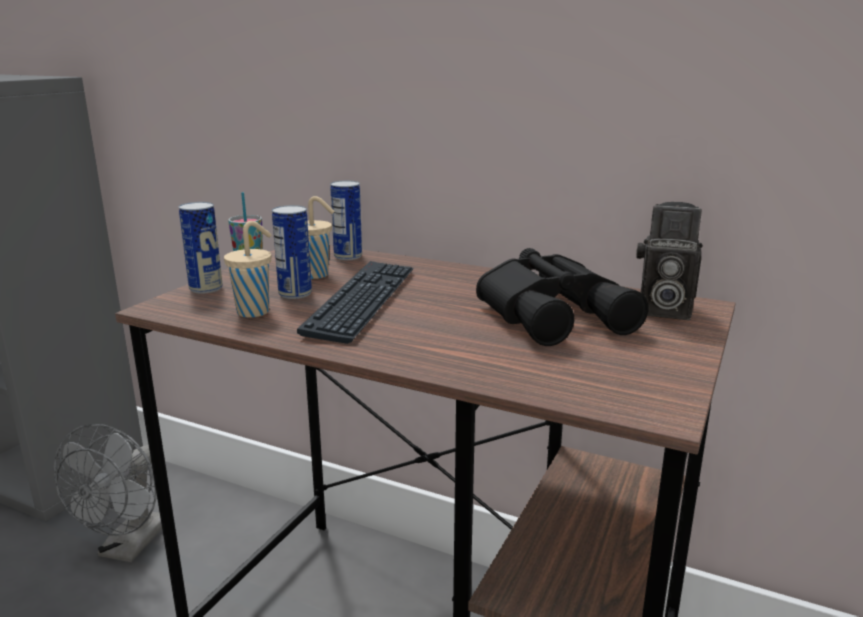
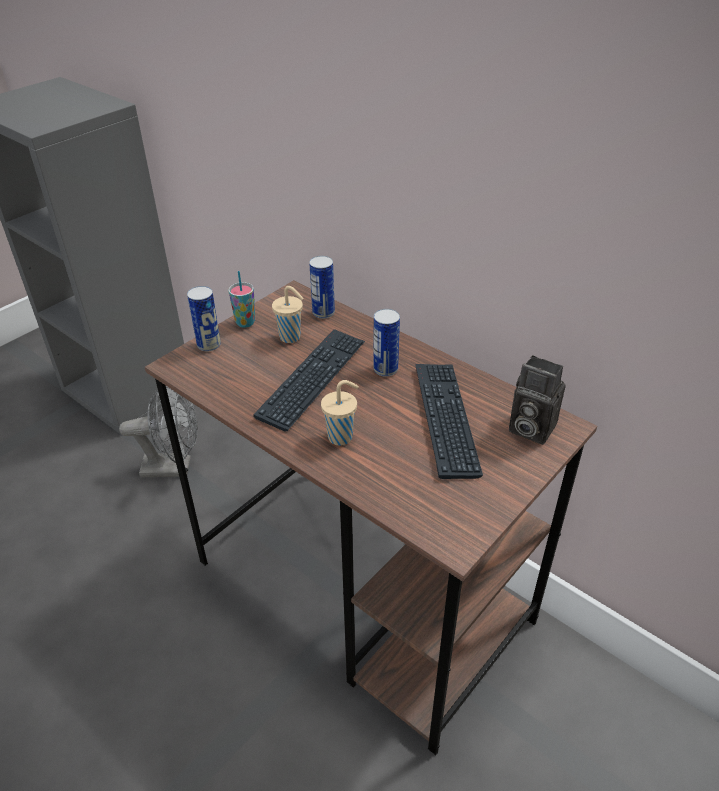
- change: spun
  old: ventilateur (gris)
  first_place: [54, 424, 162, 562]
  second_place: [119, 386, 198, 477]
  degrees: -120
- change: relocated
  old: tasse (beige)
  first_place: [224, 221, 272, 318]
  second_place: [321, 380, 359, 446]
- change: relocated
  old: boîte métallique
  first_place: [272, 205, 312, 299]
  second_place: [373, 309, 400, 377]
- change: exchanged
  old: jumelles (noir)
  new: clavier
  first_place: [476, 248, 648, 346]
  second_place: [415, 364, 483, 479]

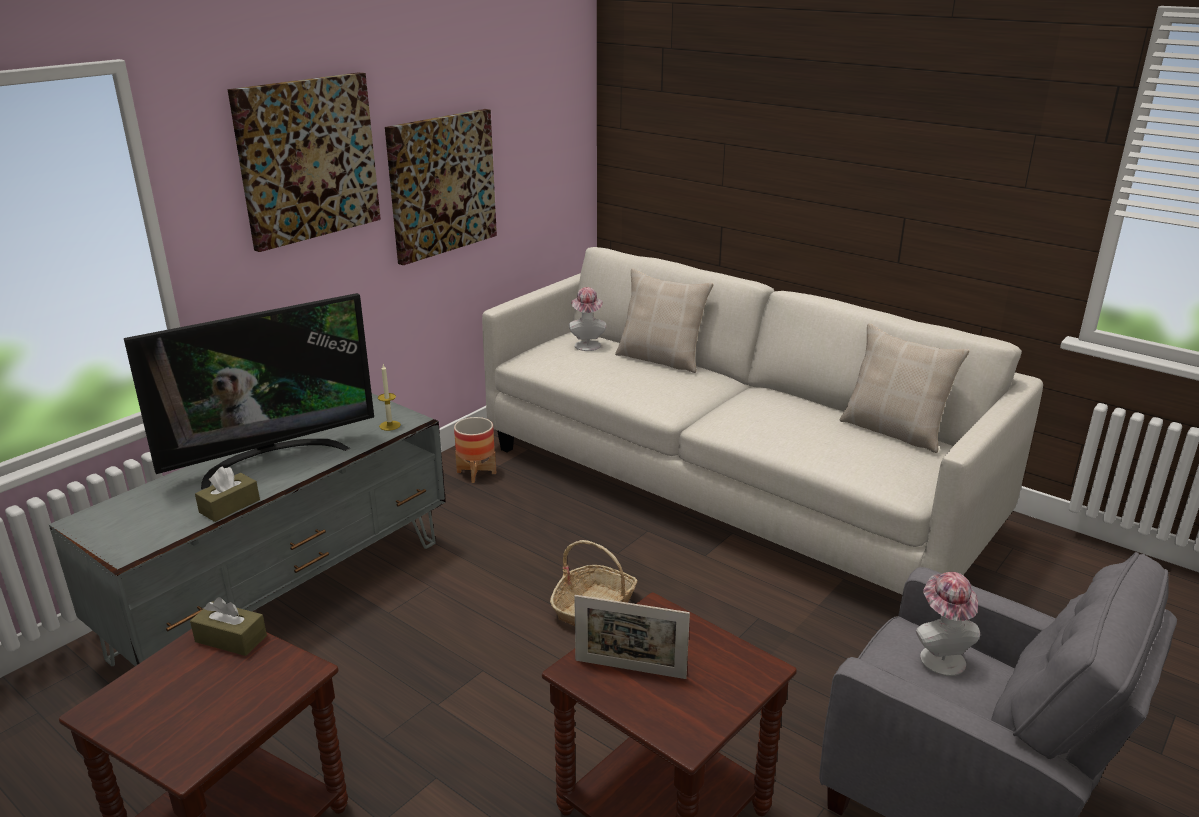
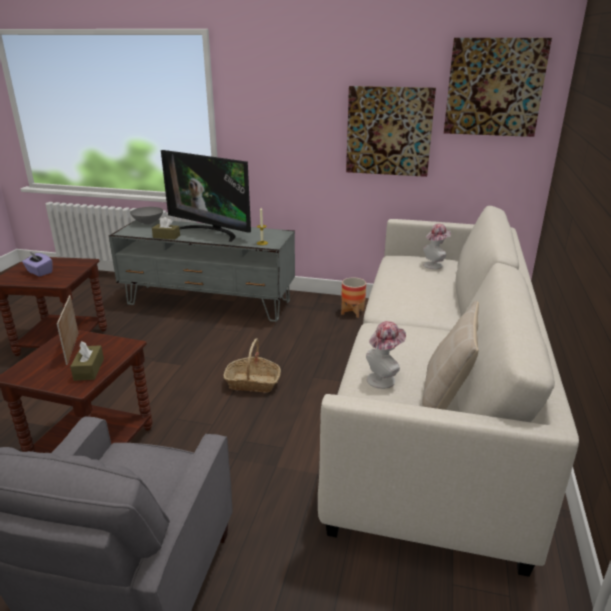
- change: relocated
  old: boîte à mouchoirs (marron)
  first_place: [190, 597, 267, 656]
  second_place: [70, 341, 104, 381]
- change: relocated
  old: tableau
  first_place: [227, 72, 381, 252]
  second_place: [444, 38, 552, 137]
- change: missing
  old: coussin (beige)
  first_place: [615, 268, 714, 373]
- change: relocated
  old: chapeau
  first_place: [916, 572, 980, 676]
  second_place: [366, 321, 406, 389]
- change: appeared
  new: boîte à mouchoirs (violet)
  second_place: [22, 251, 53, 277]
- change: appeared
  new: bol (gris)
  second_place: [130, 207, 163, 225]

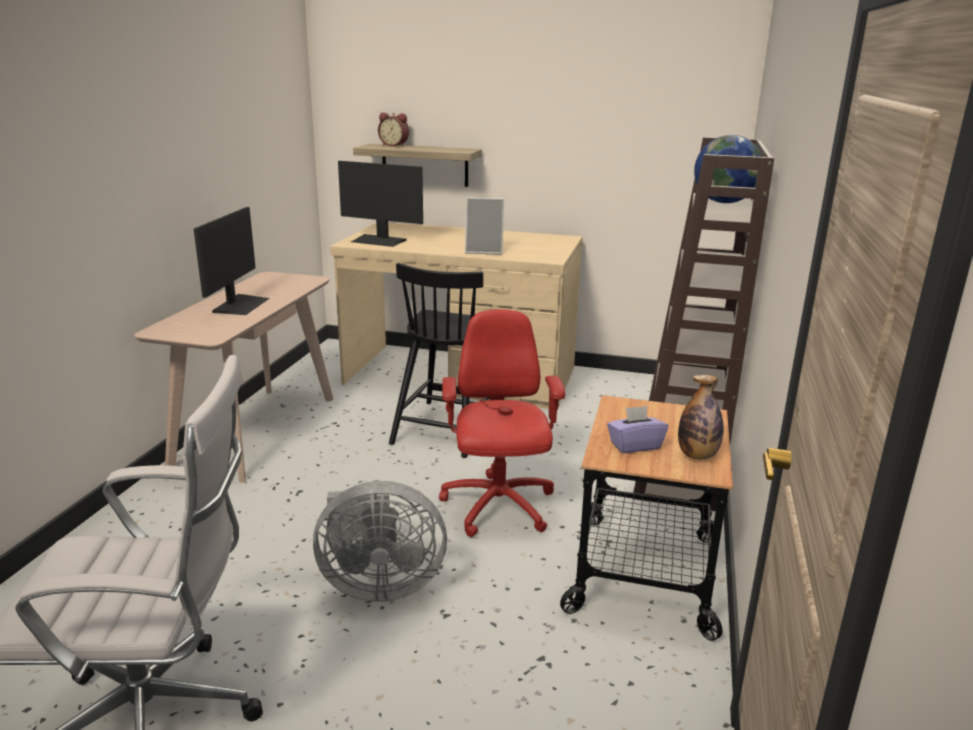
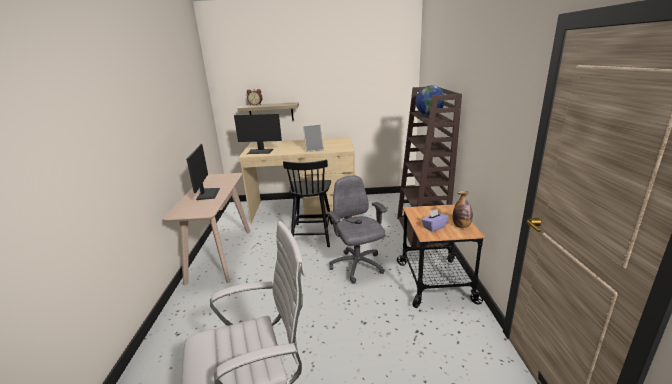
- change: missing
  old: ventilateur (gris)
  first_place: [313, 481, 447, 602]
- change: colour
  old: chaise de bureau (rouge)
  new: chaise de bureau (gris)
  first_place: [439, 309, 565, 537]
  second_place: [328, 176, 387, 284]

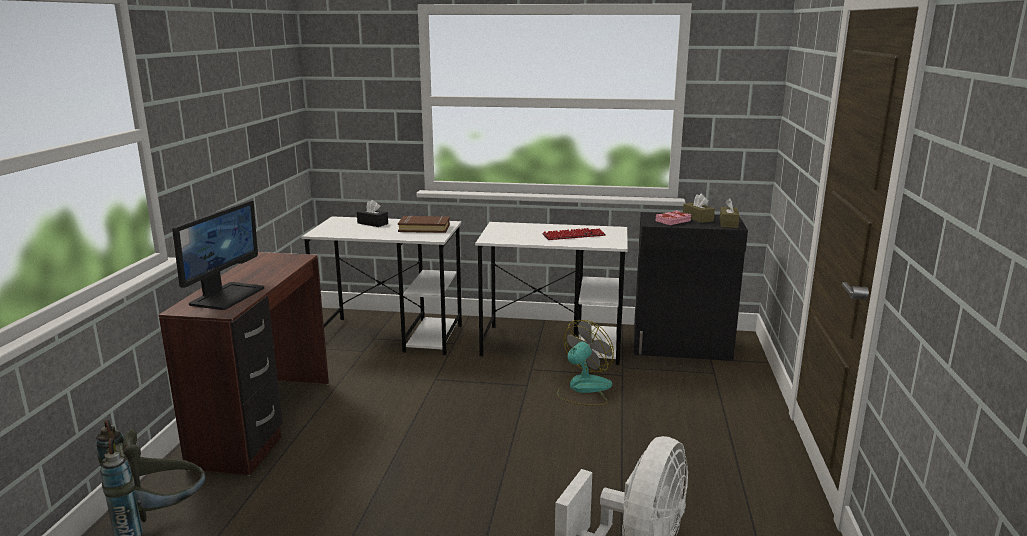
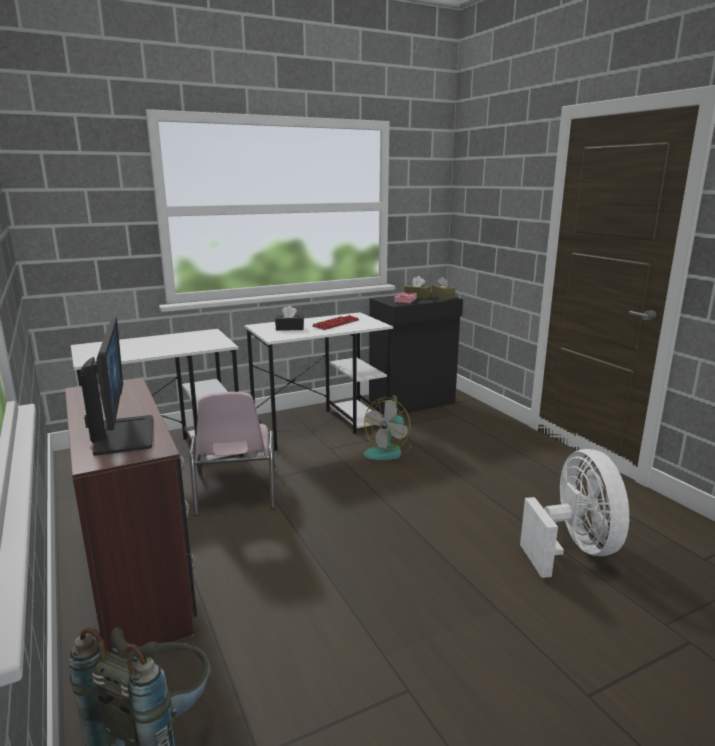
- change: relocated
  old: boîte à mouchoirs (noir)
  first_place: [357, 200, 388, 227]
  second_place: [275, 305, 304, 331]
- change: missing
  old: livre (marron)
  first_place: [398, 215, 450, 233]
- change: spun
  old: ventilateur
  first_place: [557, 320, 614, 406]
  second_place: [364, 398, 411, 460]
  degrees: -150
- change: appeared
  new: chaise (rose)
  second_place: [190, 392, 275, 516]

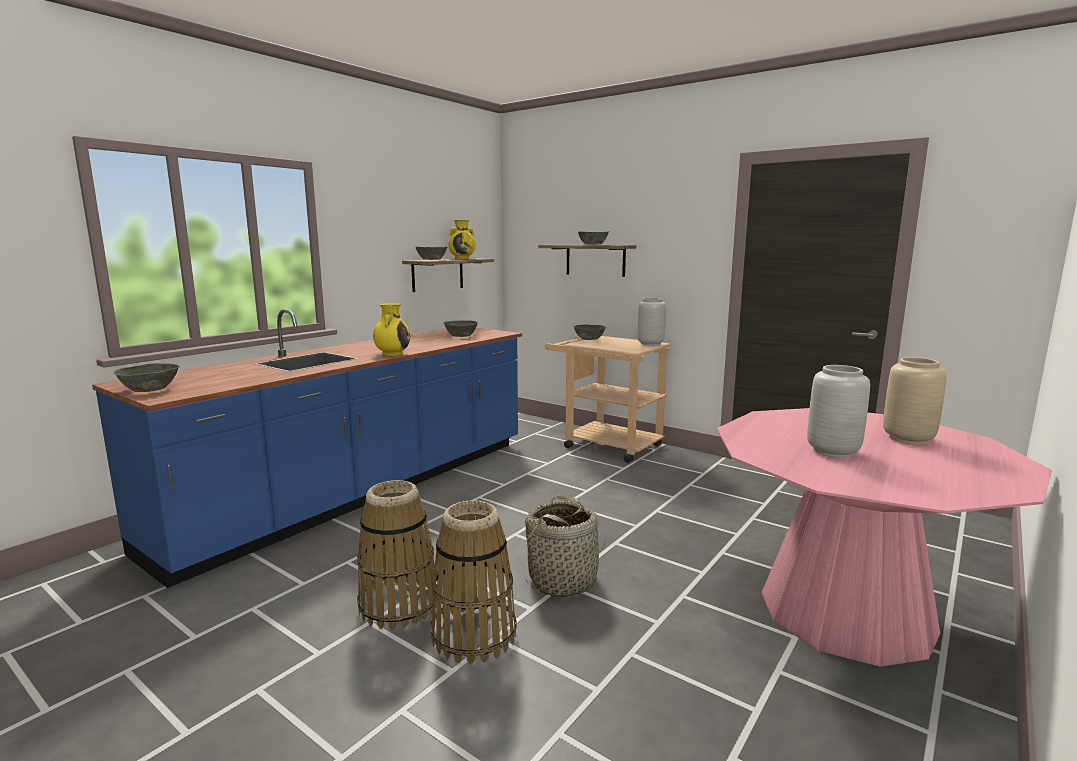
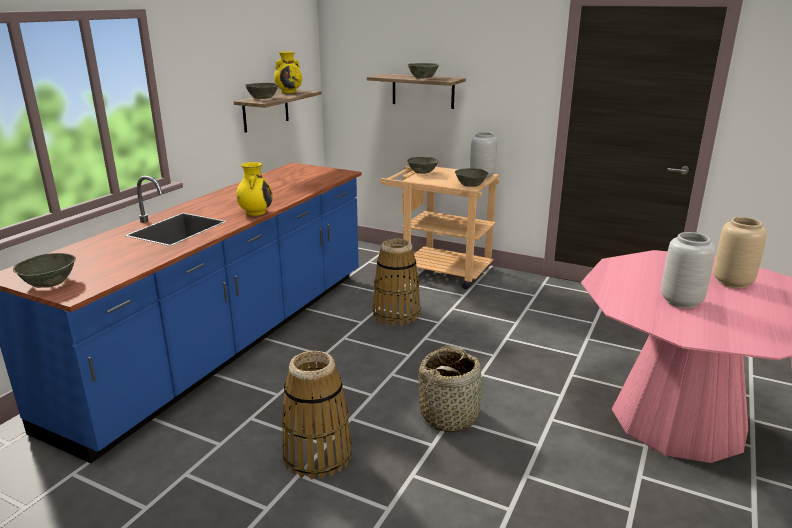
- change: relocated
  old: panier
  first_place: [431, 500, 517, 664]
  second_place: [373, 238, 421, 326]
- change: relocated
  old: bol (gris)
  first_place: [443, 320, 479, 337]
  second_place: [455, 168, 488, 187]

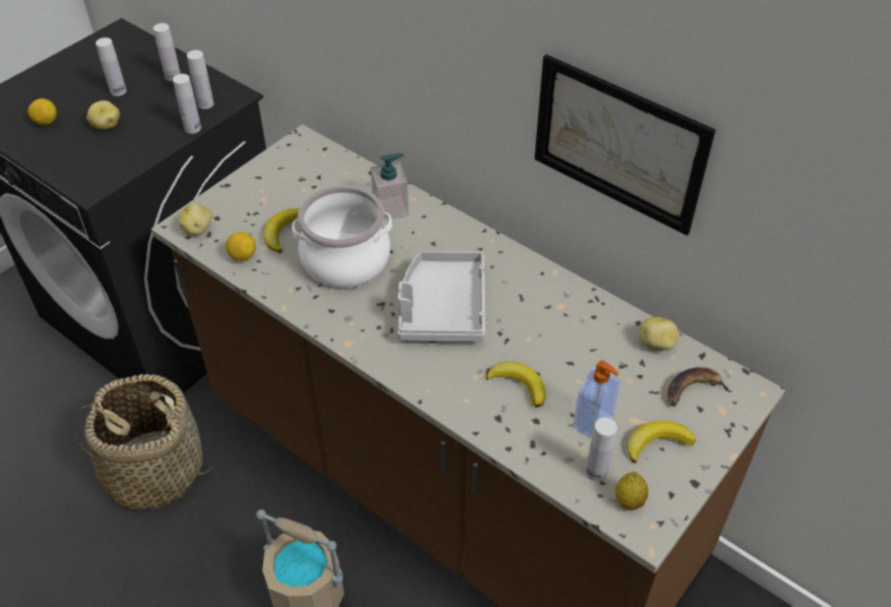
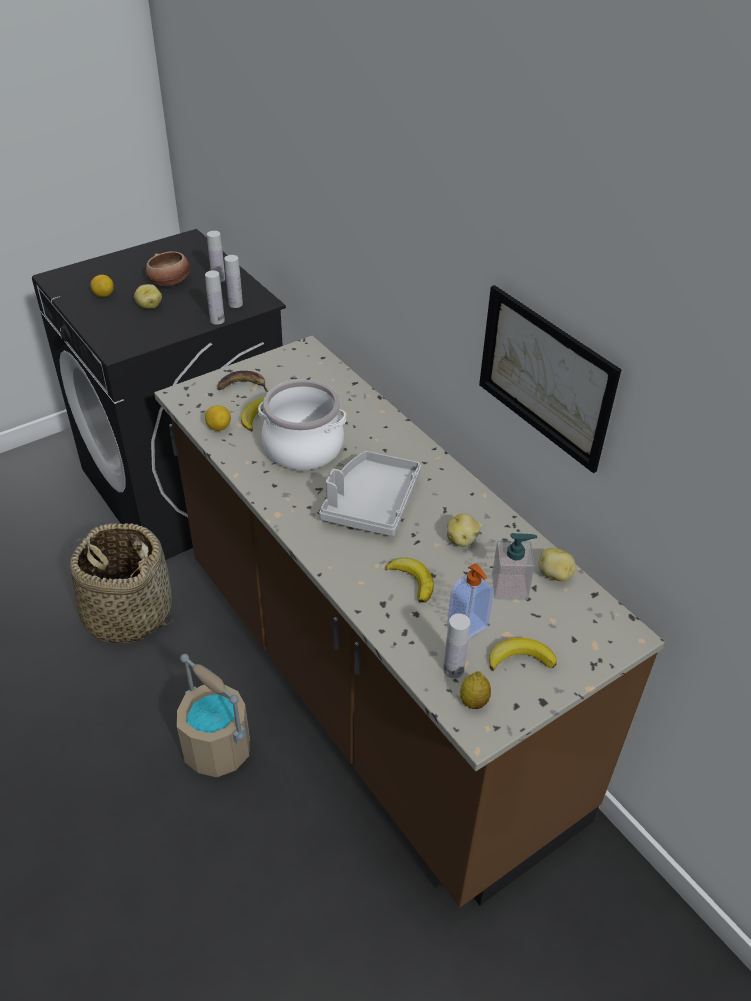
- change: exchanged
  old: bouteille (blanc)
  new: bol
  first_place: [96, 38, 127, 96]
  second_place: [146, 251, 190, 286]
- change: relocated
  old: pomme de terre
  first_place: [179, 203, 212, 235]
  second_place: [447, 513, 480, 547]
- change: relocated
  old: distributeur de savon
  first_place: [370, 153, 409, 220]
  second_place: [492, 533, 537, 600]
- change: relocated
  old: banane
  first_place: [667, 367, 732, 406]
  second_place: [217, 371, 268, 392]

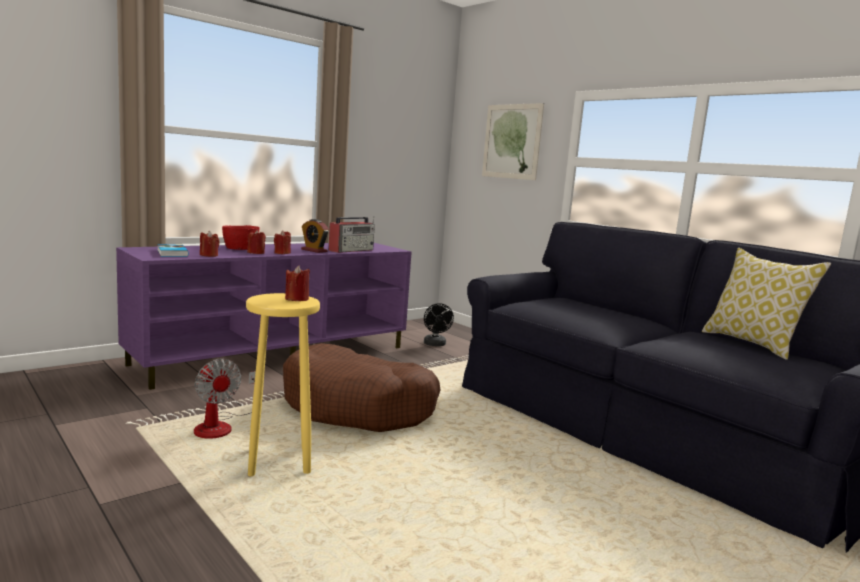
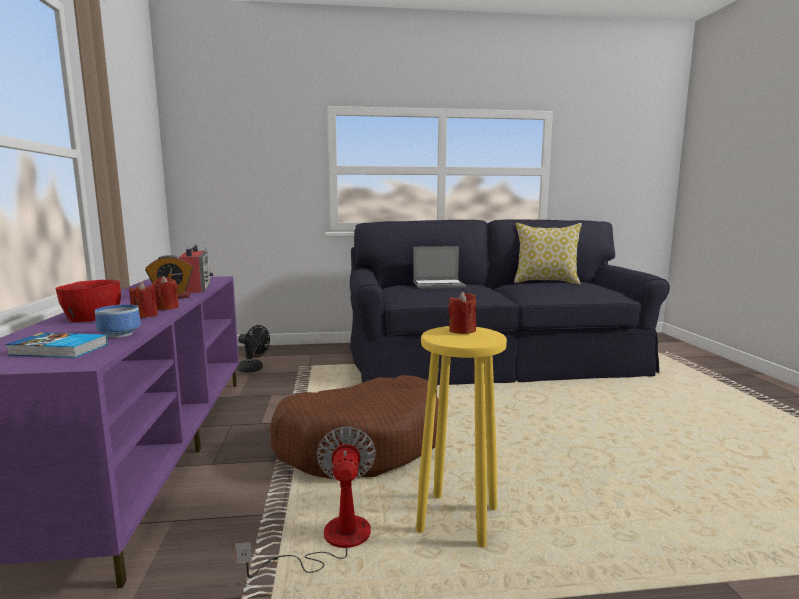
- change: spun
  old: ventilateur
  first_place: [194, 358, 256, 439]
  second_place: [235, 427, 376, 578]
  degrees: -90
- change: exchanged
  old: bougie (rouge)
  new: bol
  first_place: [200, 231, 220, 257]
  second_place: [95, 305, 141, 338]
- change: missing
  old: tableau
  first_place: [482, 103, 544, 180]
- change: appeared
  new: ordinateur portable
  second_place: [413, 246, 466, 289]

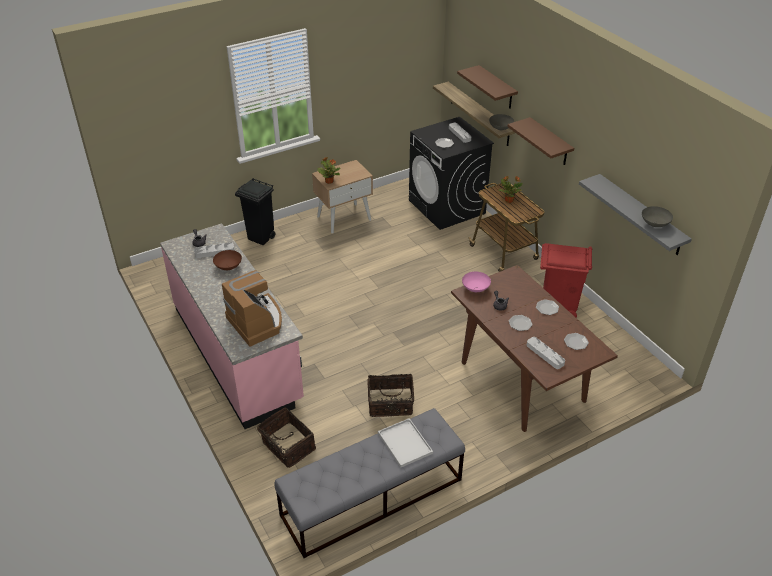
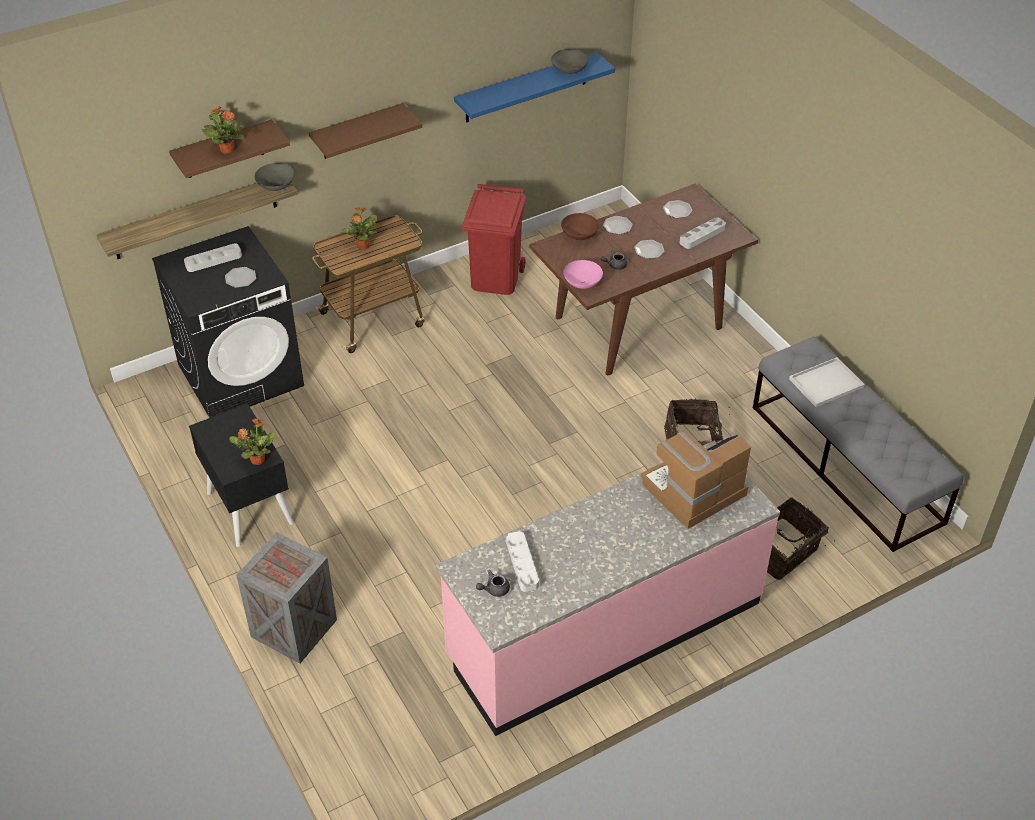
- change: relocated
  old: bol (marron)
  first_place: [213, 250, 242, 270]
  second_place: [561, 213, 599, 240]
- change: exchanged
  old: poubelle (noir)
  new: caisse
  first_place: [235, 178, 275, 245]
  second_place: [236, 532, 337, 664]
- change: colour
  old: table de chevet (beige)
  new: table de chevet (noir)
  first_place: [312, 160, 373, 233]
  second_place: [189, 404, 294, 547]
- change: colour
  old: étagère (gris)
  new: étagère (bleu)
  first_place: [579, 174, 692, 255]
  second_place: [454, 52, 615, 123]
- change: appeared
  new: plante en pot
  second_place: [202, 107, 244, 154]

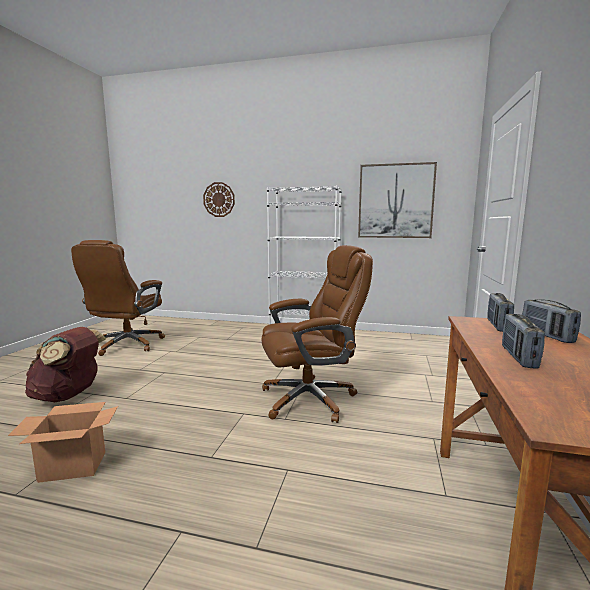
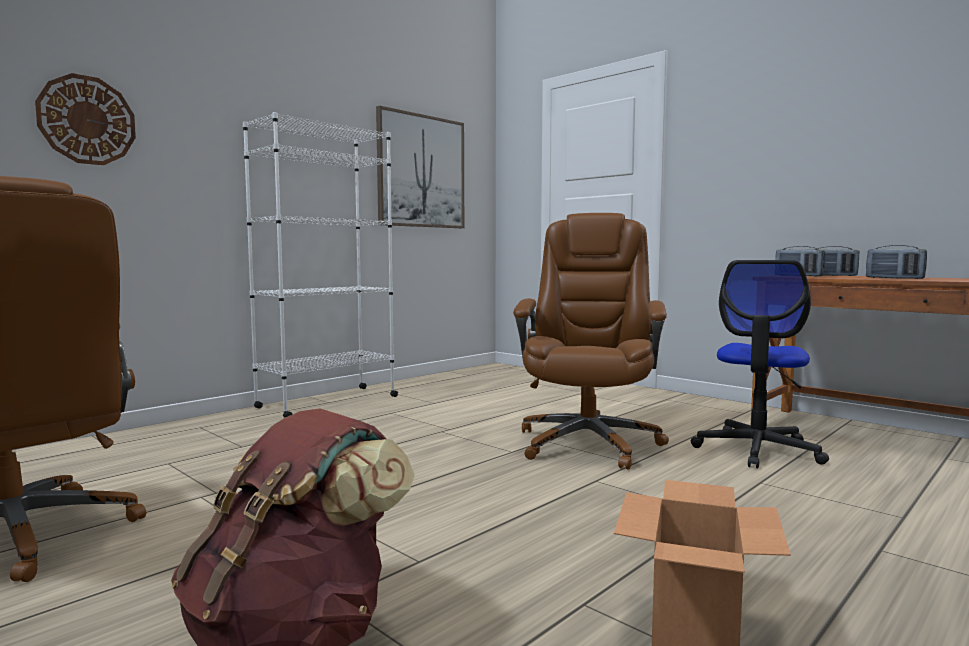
- change: appeared
  new: chaise de bureau
  second_place: [691, 260, 829, 468]

